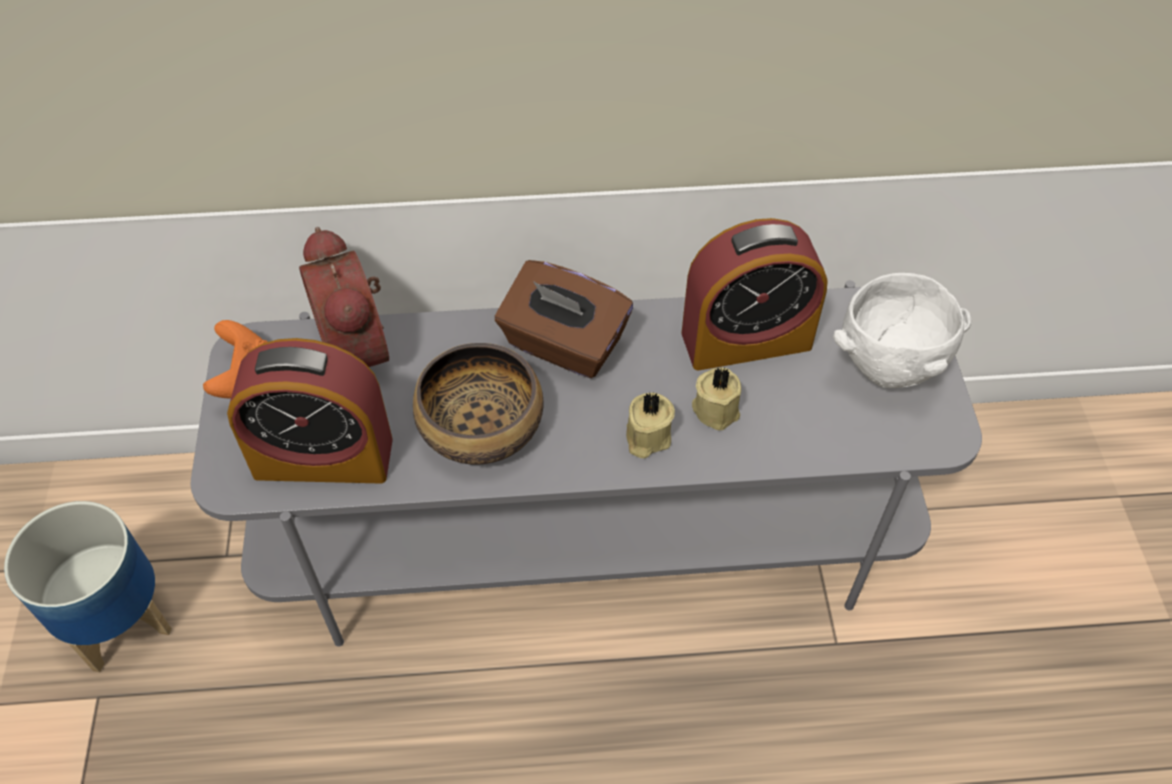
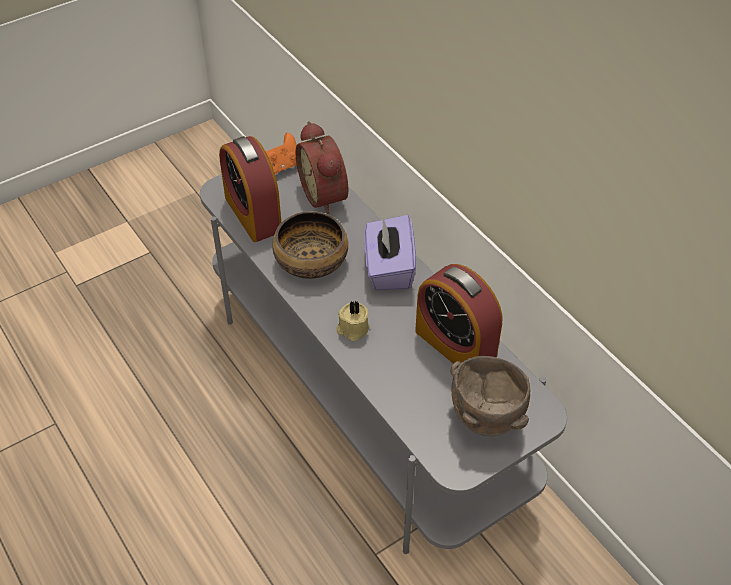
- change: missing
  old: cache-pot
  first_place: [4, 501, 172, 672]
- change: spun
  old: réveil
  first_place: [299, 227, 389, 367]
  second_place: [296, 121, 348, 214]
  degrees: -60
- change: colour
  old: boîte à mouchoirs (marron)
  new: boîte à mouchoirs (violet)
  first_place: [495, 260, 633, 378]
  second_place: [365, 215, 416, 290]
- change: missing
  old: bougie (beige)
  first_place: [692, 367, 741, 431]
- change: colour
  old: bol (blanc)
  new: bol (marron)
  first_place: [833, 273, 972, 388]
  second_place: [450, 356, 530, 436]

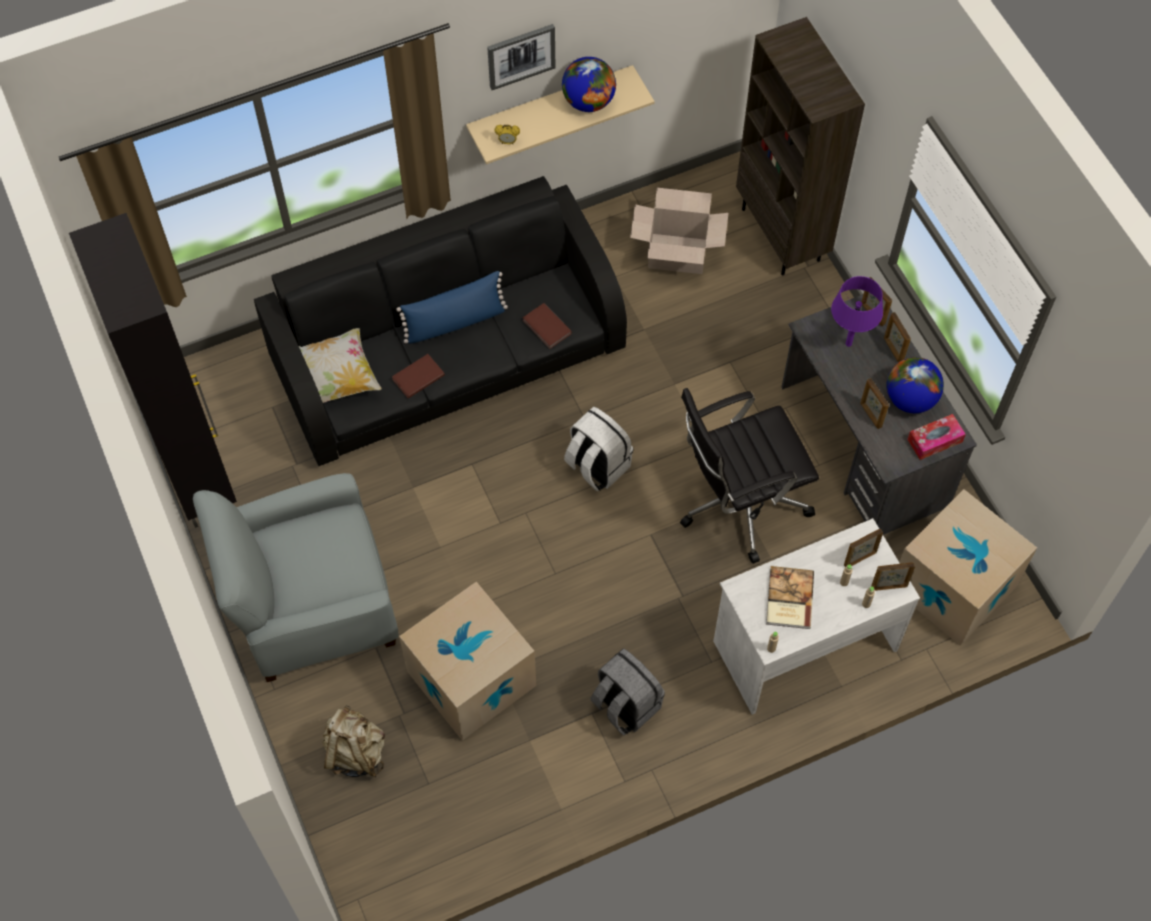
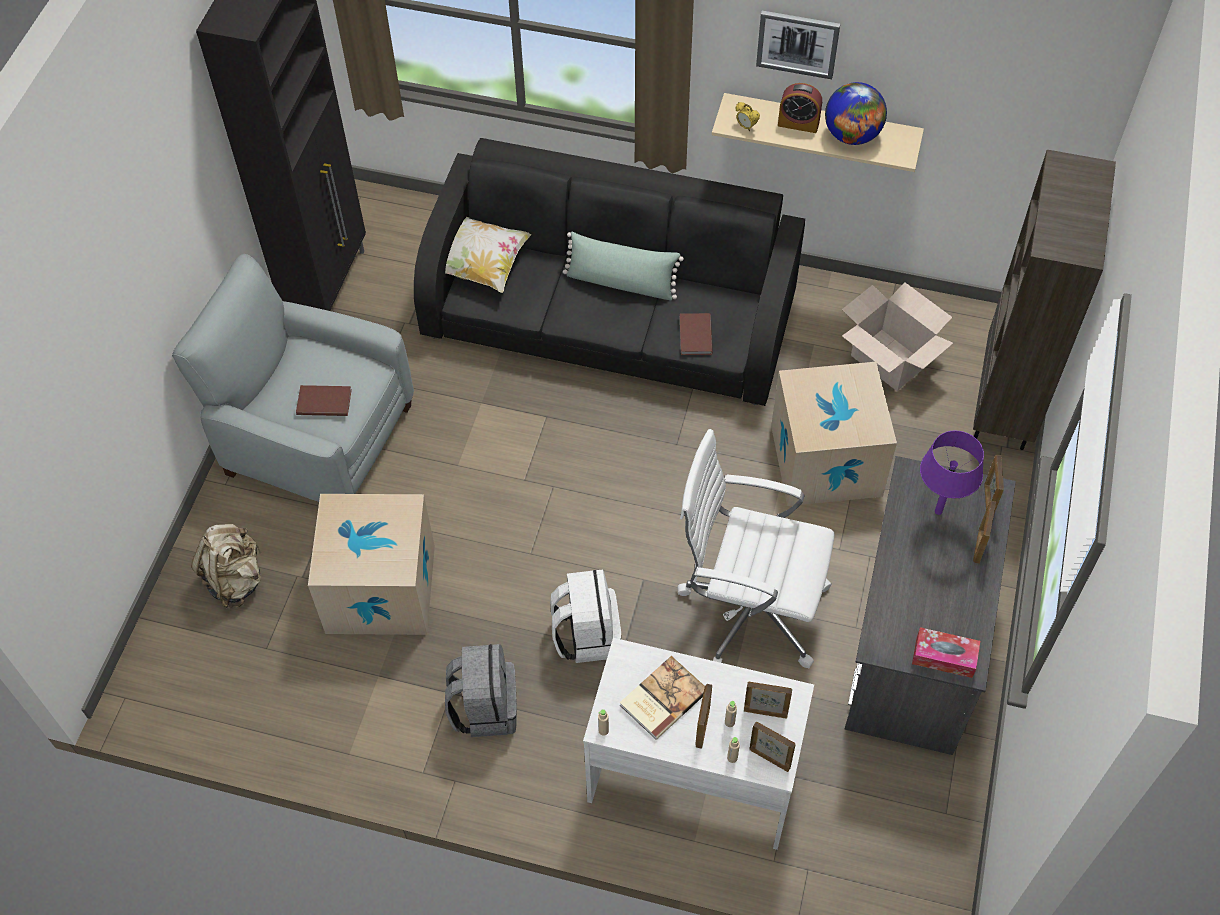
- change: relocated
  old: livre (marron)
  first_place: [392, 354, 445, 399]
  second_place: [296, 385, 352, 416]
- change: colour
  old: coussin (bleu)
  new: coussin (vert)
  first_place: [397, 271, 508, 344]
  second_place: [563, 231, 684, 300]
- change: relocated
  old: sac à dos (blanc)
  first_place: [564, 407, 633, 491]
  second_place: [550, 570, 621, 663]
- change: colour
  old: chaise de bureau (noir)
  new: chaise de bureau (blanc)
  first_place: [680, 388, 819, 564]
  second_place: [677, 429, 834, 669]
- change: relocated
  old: cadre photo
  first_place: [860, 378, 889, 429]
  second_place: [695, 684, 712, 749]
- change: missing
  old: globe
  first_place: [886, 357, 944, 413]
- change: relocated
  old: carton
  first_place: [899, 489, 1037, 646]
  second_place: [771, 362, 897, 506]
- change: appeared
  new: réveil
  second_place: [778, 83, 822, 133]

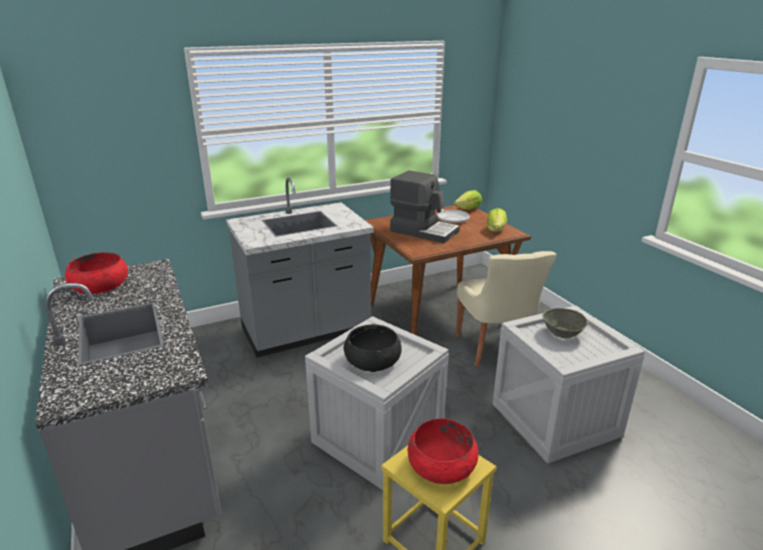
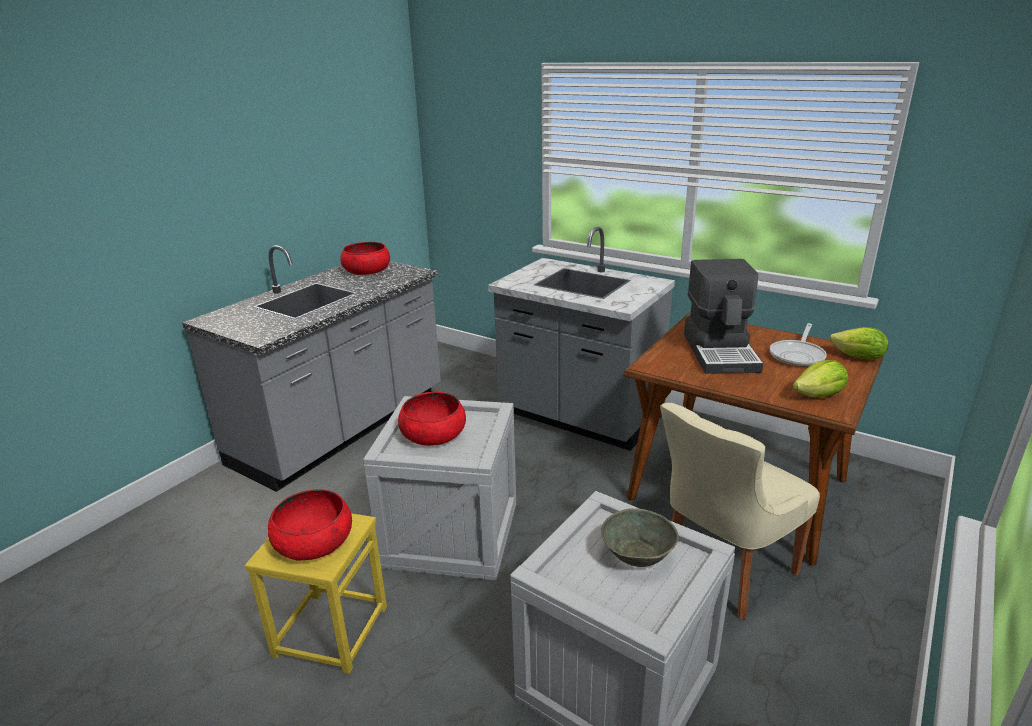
- change: colour
  old: bol (noir)
  new: bol (rouge)
  first_place: [343, 324, 402, 372]
  second_place: [398, 392, 466, 446]

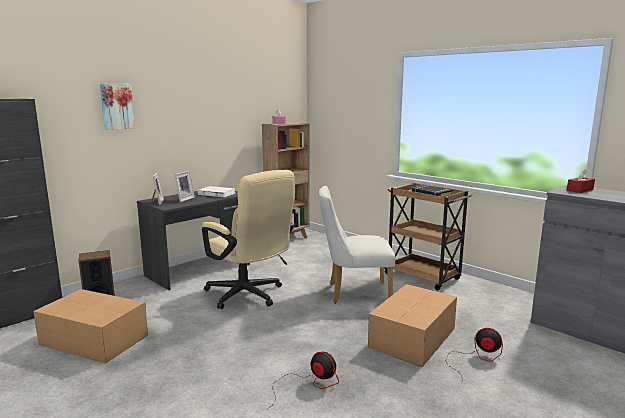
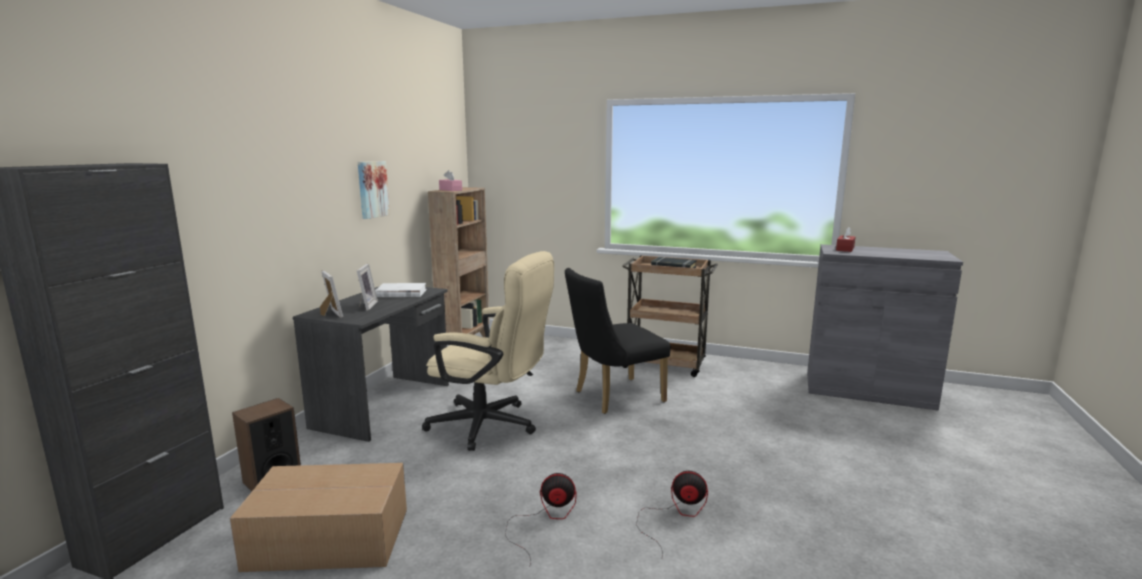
- change: relocated
  old: tableau
  first_place: [100, 83, 135, 130]
  second_place: [358, 161, 390, 219]
- change: colour
  old: chaise (blanc)
  new: chaise (noir)
  first_place: [318, 186, 396, 304]
  second_place: [565, 268, 671, 414]
- change: missing
  old: carton
  first_place: [368, 284, 457, 367]
- change: relocated
  old: ventilateur
  first_place: [446, 328, 503, 383]
  second_place: [505, 473, 577, 564]

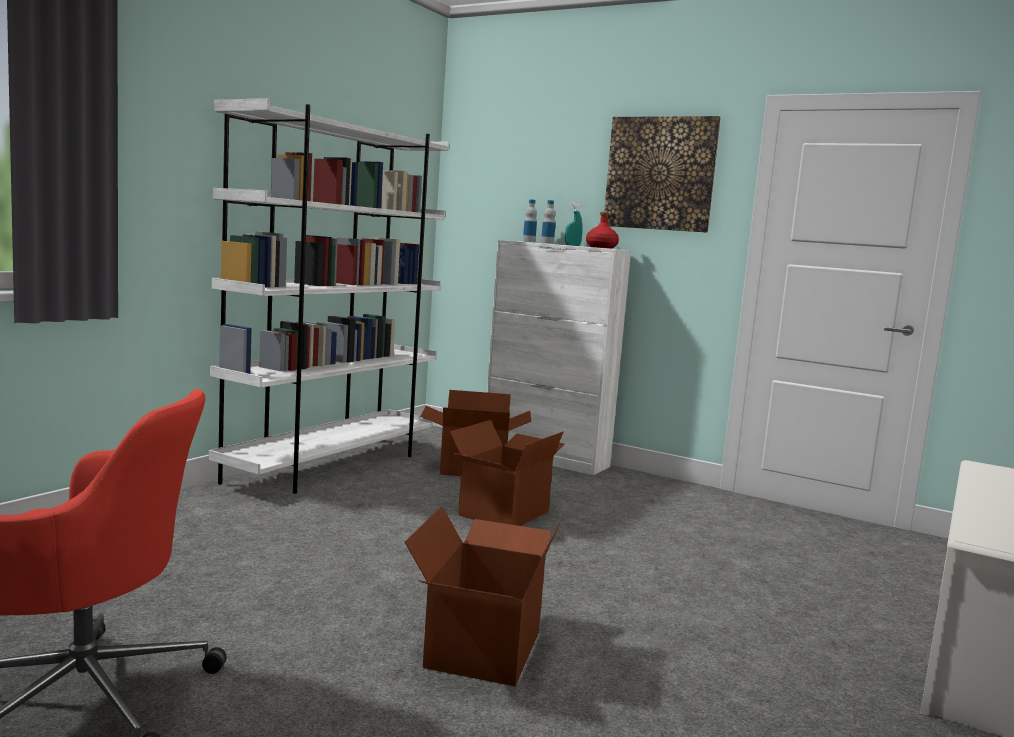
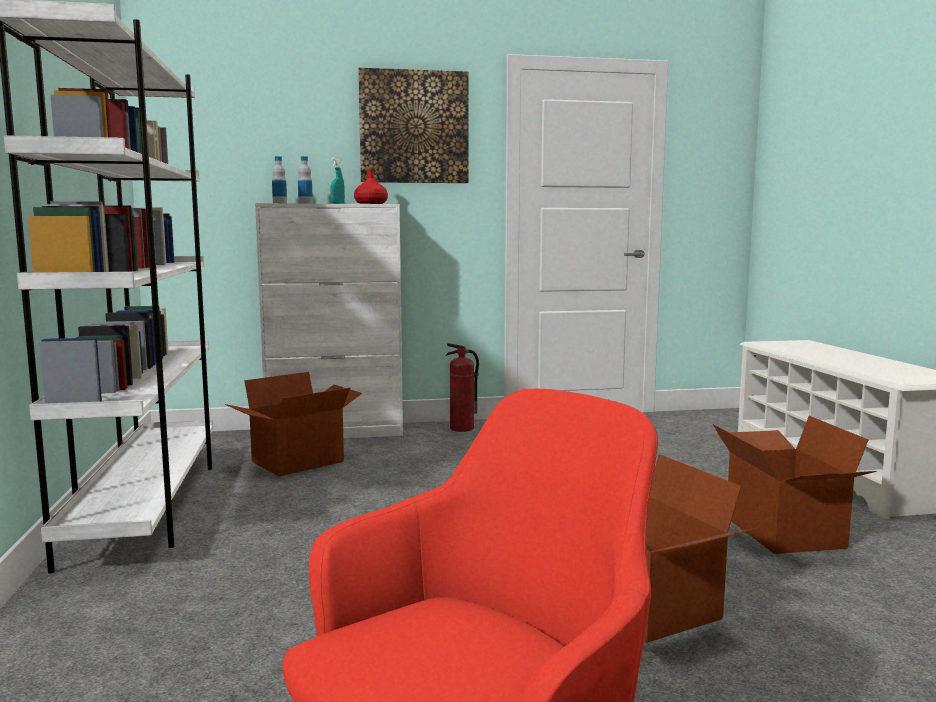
- change: relocated
  old: carton
  first_place: [449, 420, 564, 526]
  second_place: [713, 416, 877, 554]
- change: appeared
  new: extincteur
  second_place: [446, 343, 479, 432]

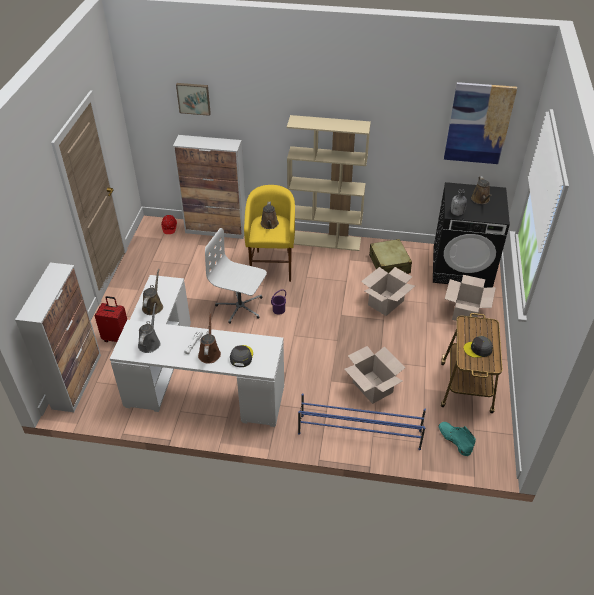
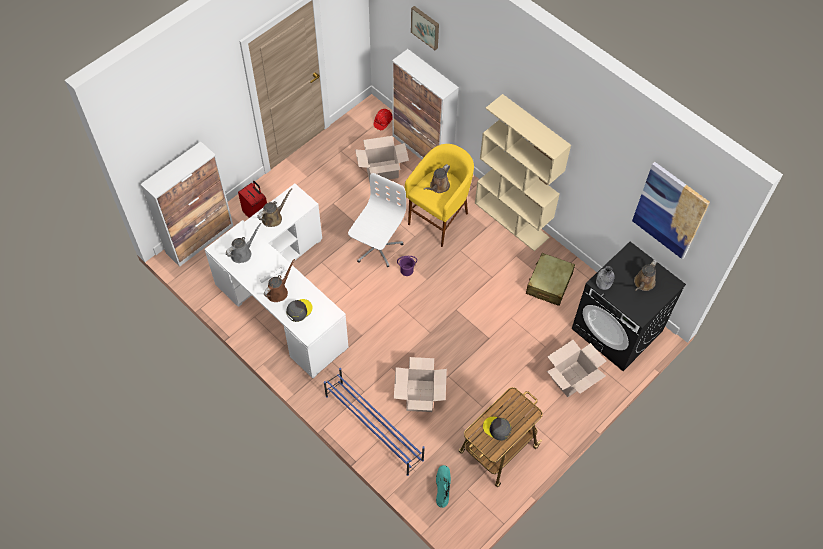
- change: spun
  old: chaise de bureau (blanc)
  first_place: [205, 228, 267, 324]
  second_place: [348, 173, 406, 267]
  degrees: 60
- change: relocated
  old: carton
  first_place: [361, 267, 415, 316]
  second_place: [355, 136, 409, 182]

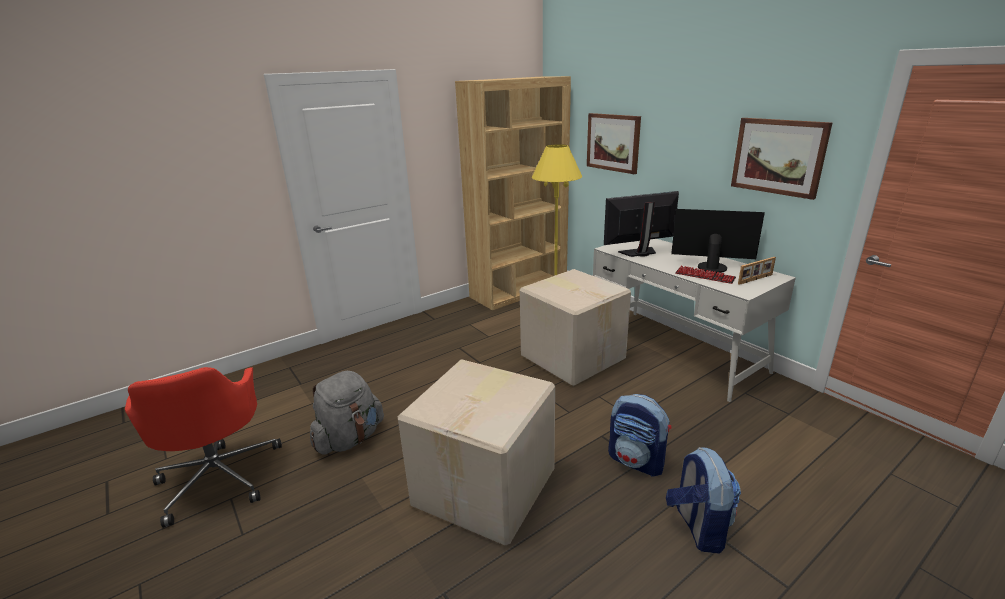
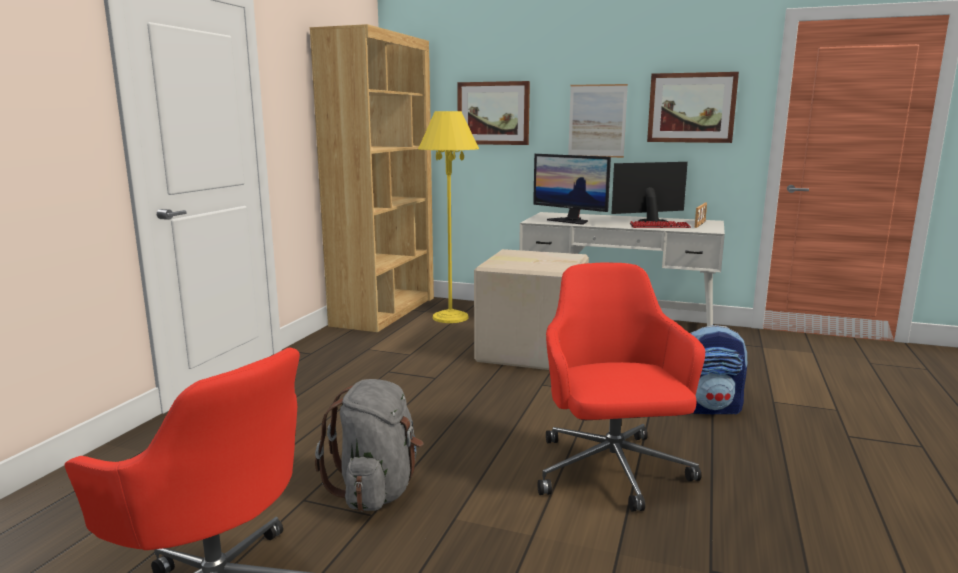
- change: exchanged
  old: carton
  new: chaise de bureau (rouge)
  first_place: [397, 359, 555, 545]
  second_place: [537, 263, 705, 512]
- change: spun
  old: écran d'ordinateur
  first_place: [604, 191, 679, 257]
  second_place: [533, 154, 611, 225]
  degrees: -90
- change: missing
  old: sac à dos
  first_place: [666, 447, 741, 554]
- change: appeared
  new: tableau
  second_place: [568, 84, 628, 158]

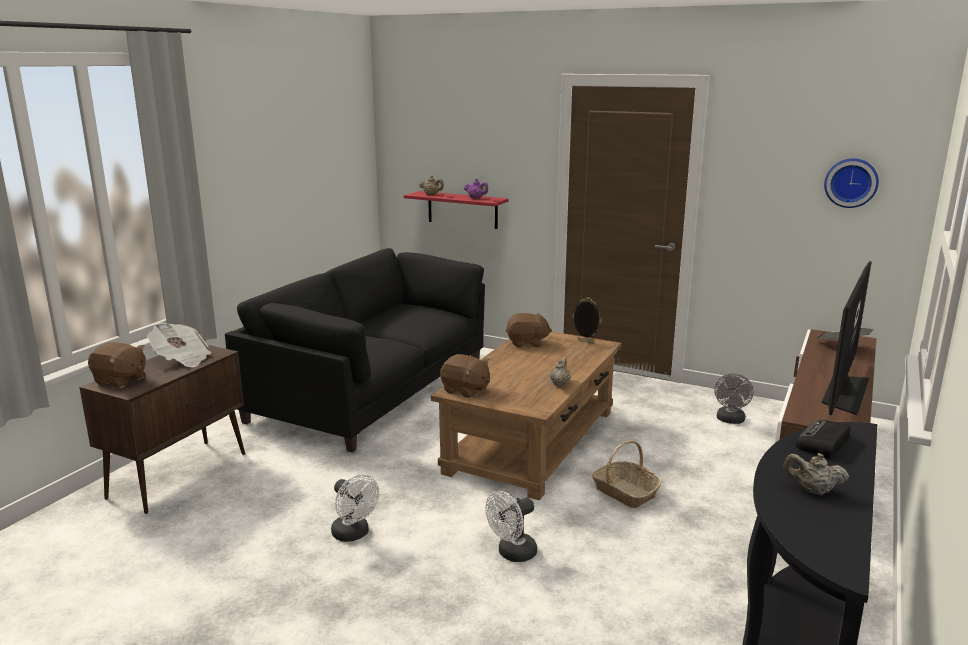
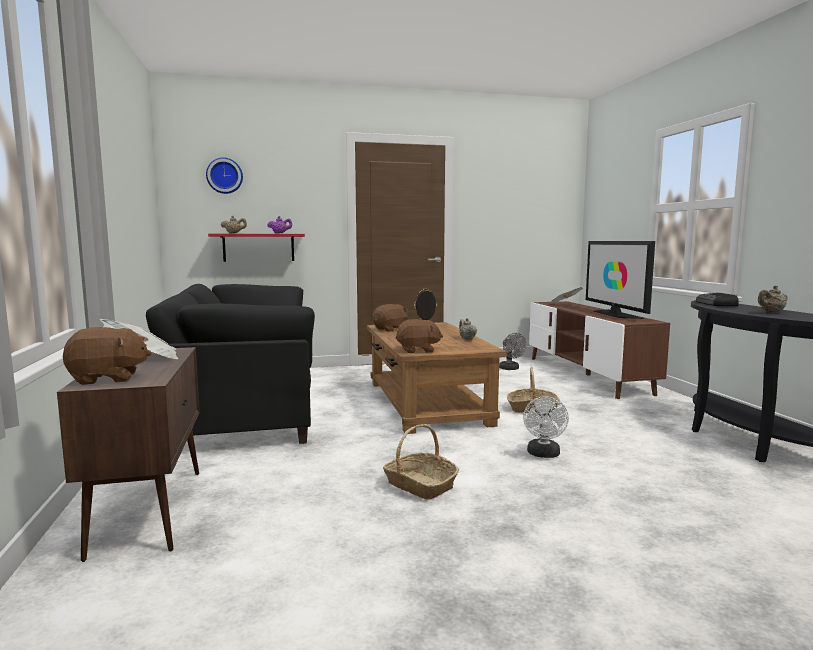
- change: exchanged
  old: ventilateur (blanc)
  new: panier
  first_place: [331, 474, 379, 542]
  second_place: [383, 424, 459, 500]
- change: relocated
  old: horloge murale
  first_place: [824, 158, 879, 208]
  second_place: [206, 157, 243, 194]

